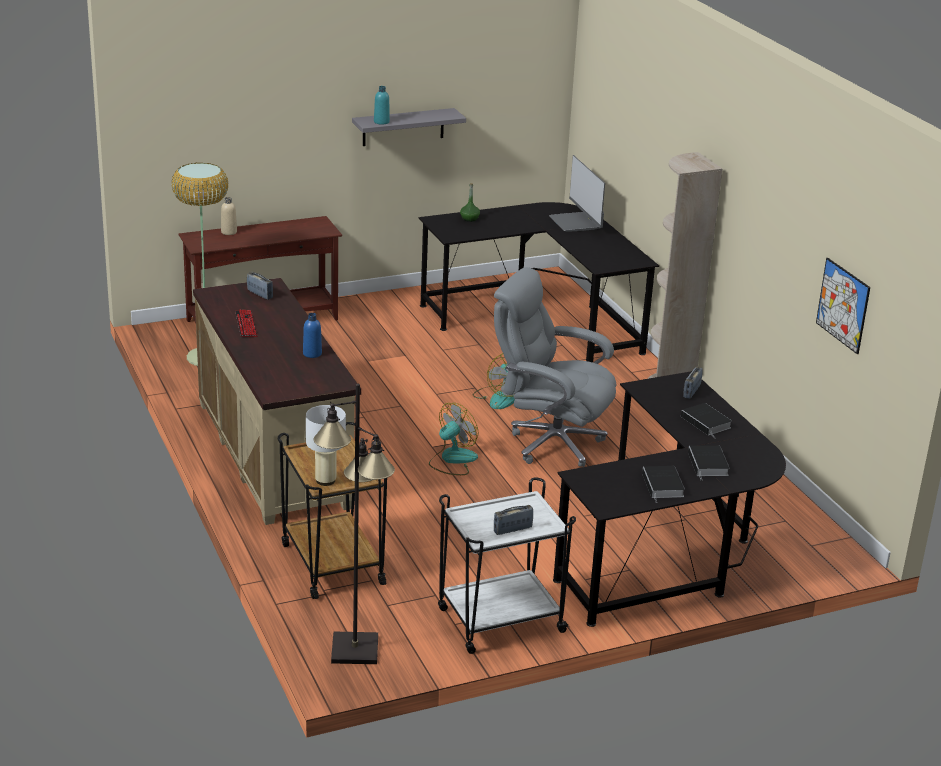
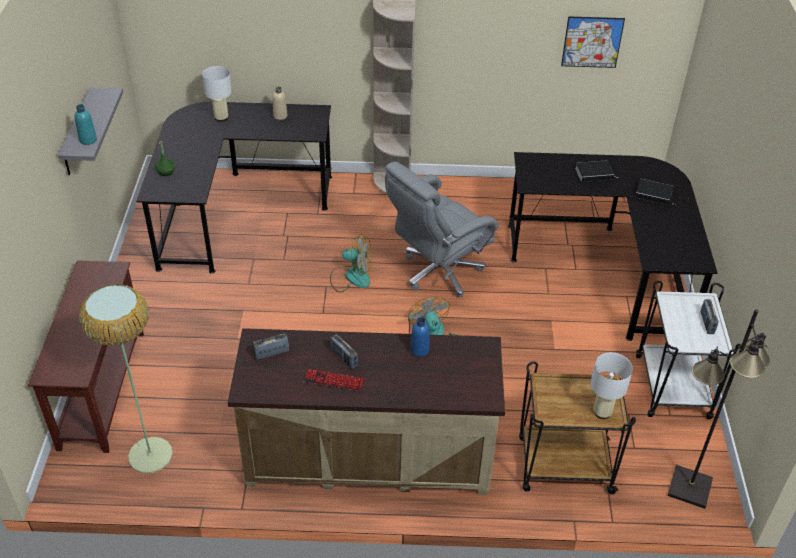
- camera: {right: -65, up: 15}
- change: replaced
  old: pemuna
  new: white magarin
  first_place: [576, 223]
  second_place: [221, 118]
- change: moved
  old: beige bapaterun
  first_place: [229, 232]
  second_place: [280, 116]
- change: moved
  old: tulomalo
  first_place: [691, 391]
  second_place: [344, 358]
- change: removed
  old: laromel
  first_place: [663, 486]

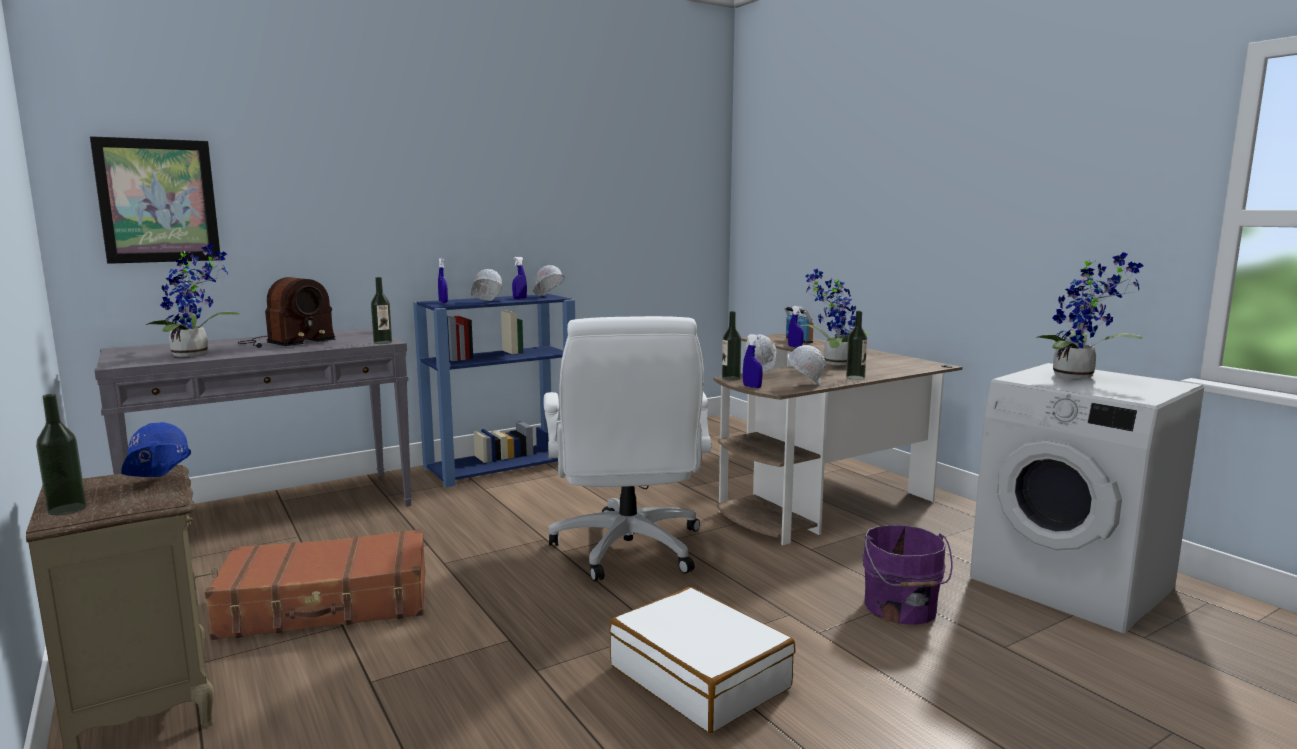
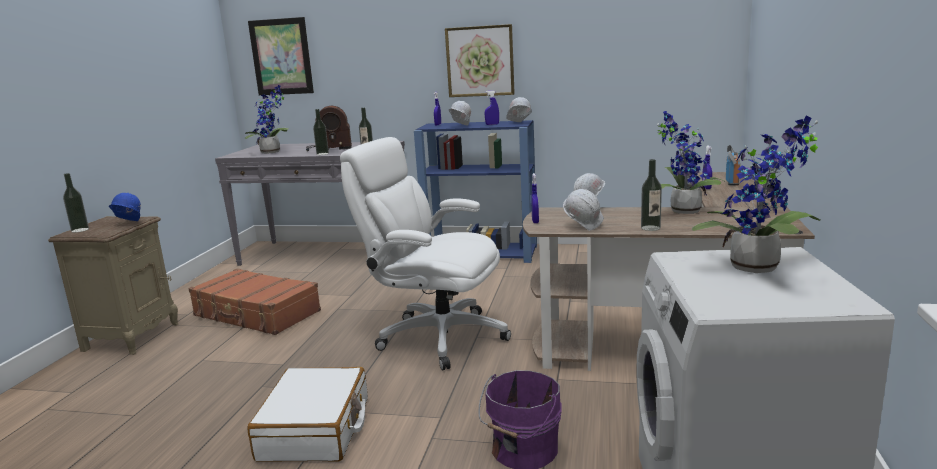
- camera: {right: 45, up: 5}
- change: moved
  old: bapaterun
  first_place: [731, 378]
  second_place: [322, 154]
- change: turned
  old: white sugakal
  first_place: [628, 552]
  second_place: [435, 336]
  degrees: 75
- change: added
  new: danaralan
  second_place: [480, 61]

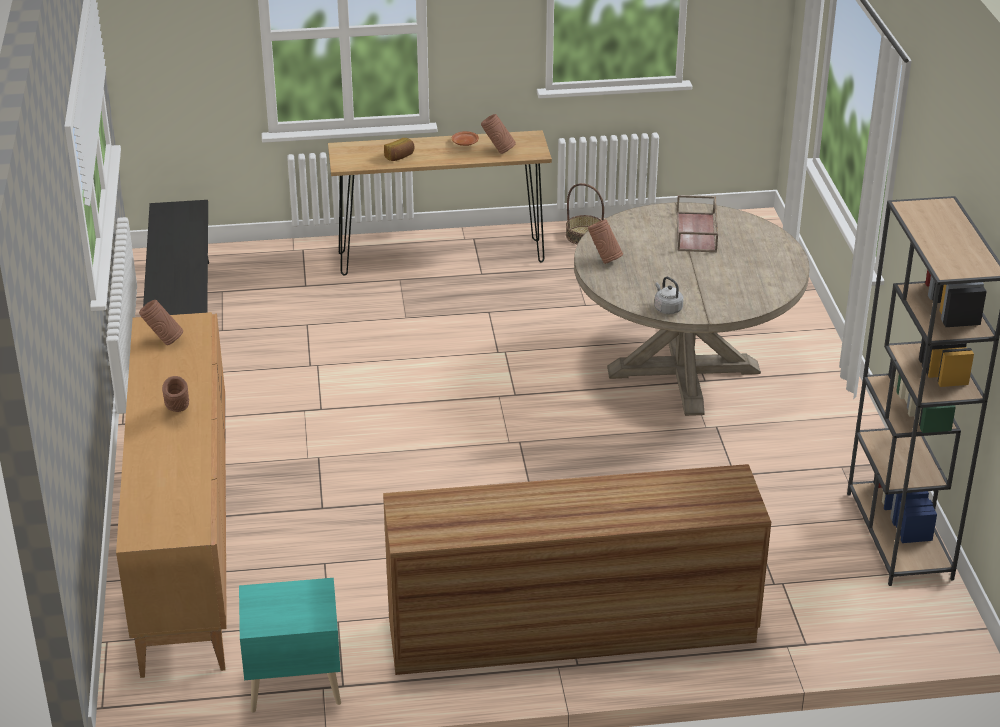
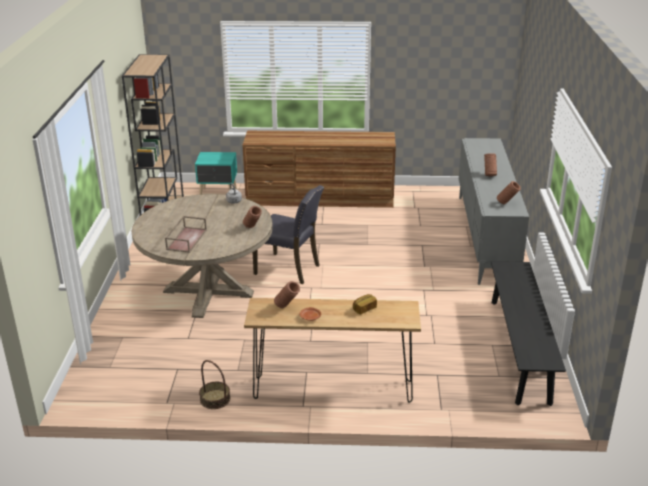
- camera: {right: -170, up: -5}
- change: recoloured
  old: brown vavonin
  new: grey vavonin
  first_place: [184, 541]
  second_place: [486, 238]
- change: moved
  old: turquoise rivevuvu
  first_place: [293, 684]
  second_place: [218, 194]
- change: added
  new: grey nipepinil
  second_place: [289, 269]

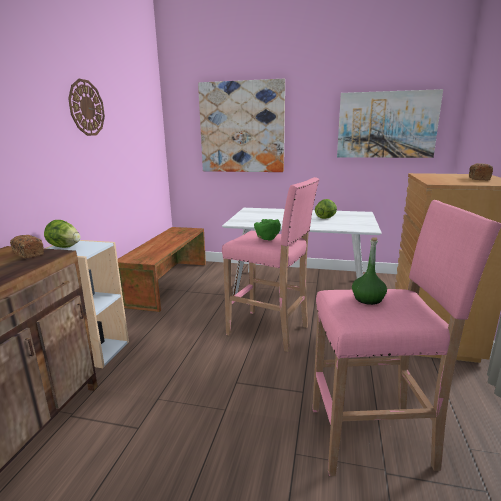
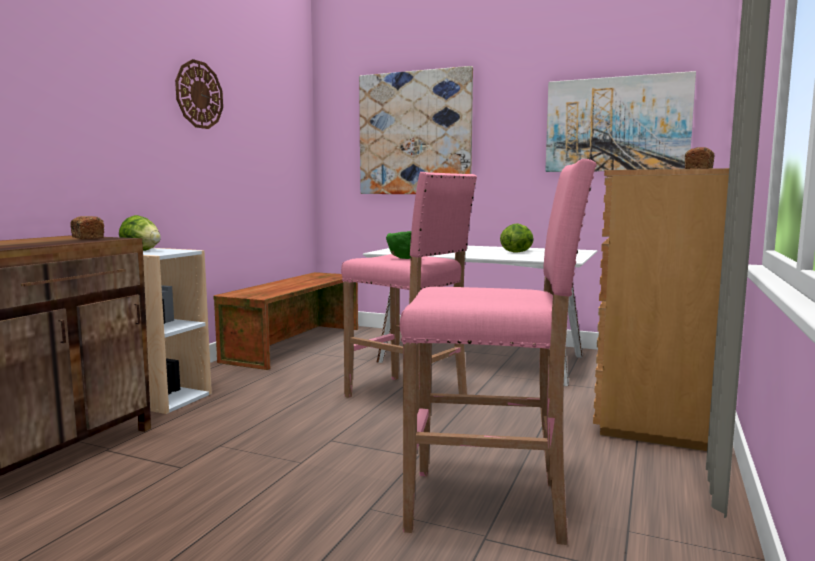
- camera: {right: 10, up: -10}
- change: removed
  old: green bapaterun
  first_place: [368, 299]

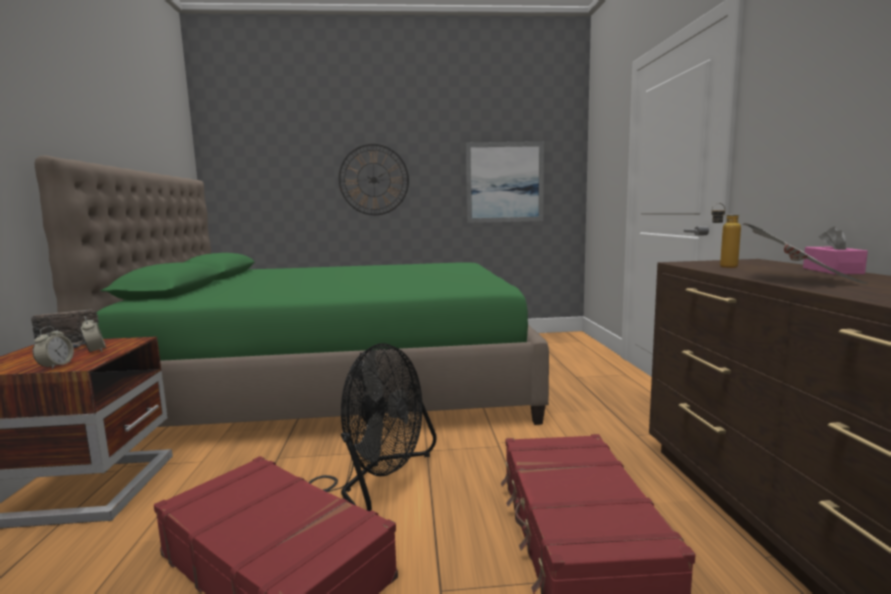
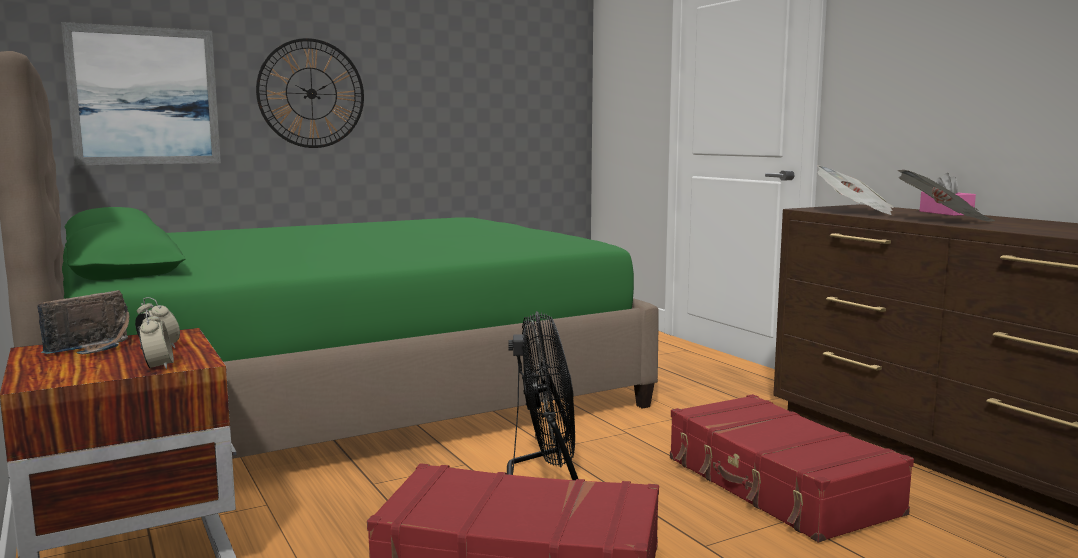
- camera: {right: -25, up: 0}
- change: moved
  old: danaralan
  first_place: [504, 182]
  second_place: [144, 96]
- change: replaced
  old: bapaterun
  new: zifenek
  first_place: [722, 267]
  second_place: [855, 212]

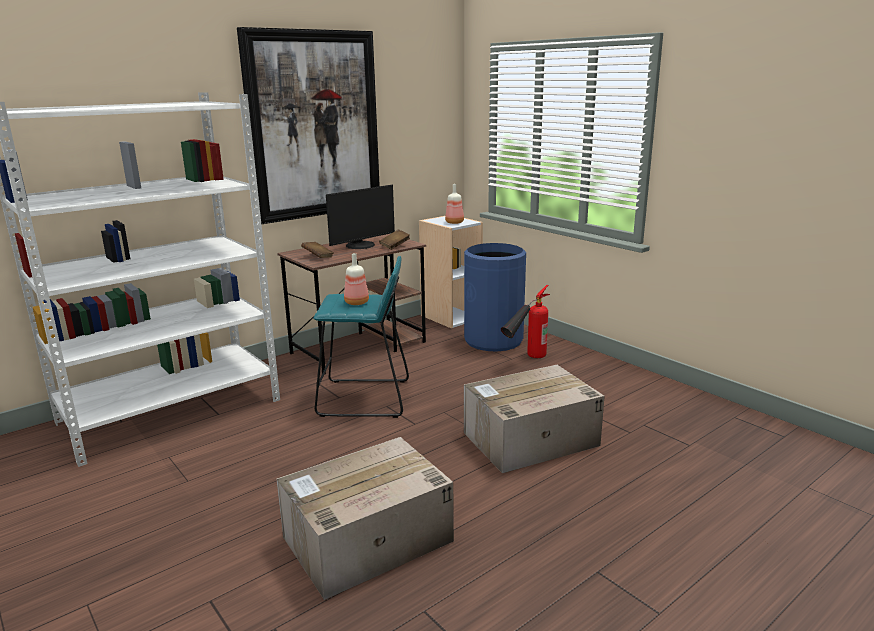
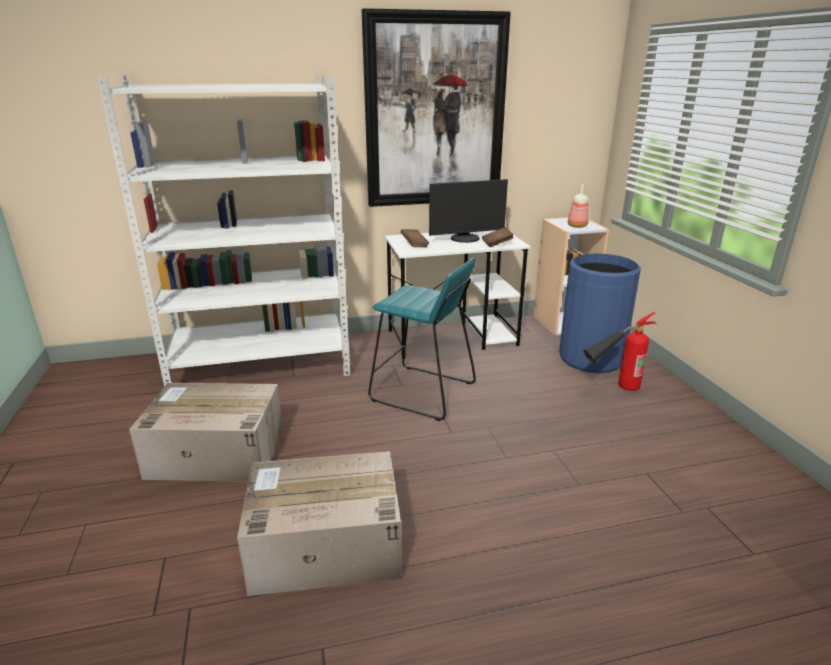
- camera: {right: 25, up: 5}
- change: recoloured
  old: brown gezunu
  new: white gezunu
  first_place: [359, 347]
  second_place: [453, 338]
- change: removed
  old: bapaterun
  first_place: [357, 303]
- change: moved
  old: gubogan
  first_place: [529, 439]
  second_place: [215, 453]

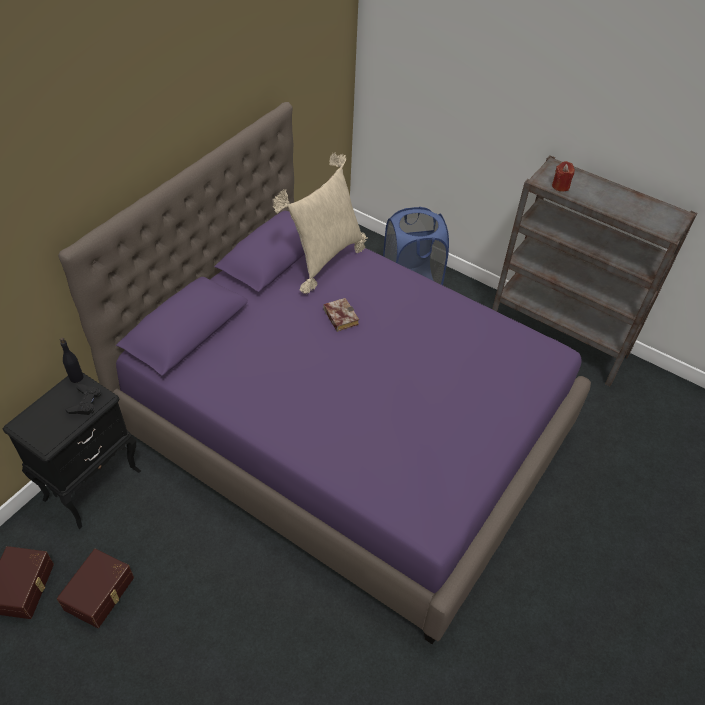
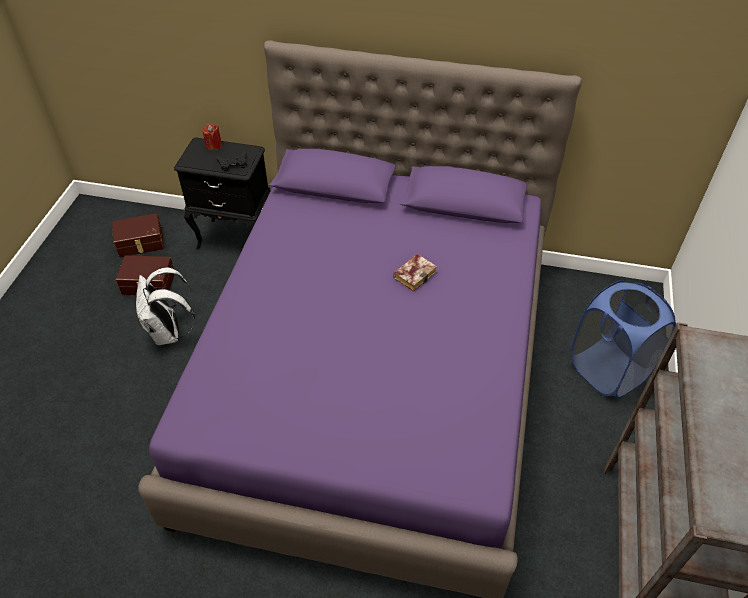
- camera: {right: 70, up: 0}
- change: removed
  old: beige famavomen
  first_place: [322, 263]
- change: moved
  old: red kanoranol
  first_place: [560, 186]
  second_place: [213, 145]
- change: removed
  old: black bapaterun
  first_place: [76, 377]
- change: added
  new: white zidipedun
  second_place: [169, 333]

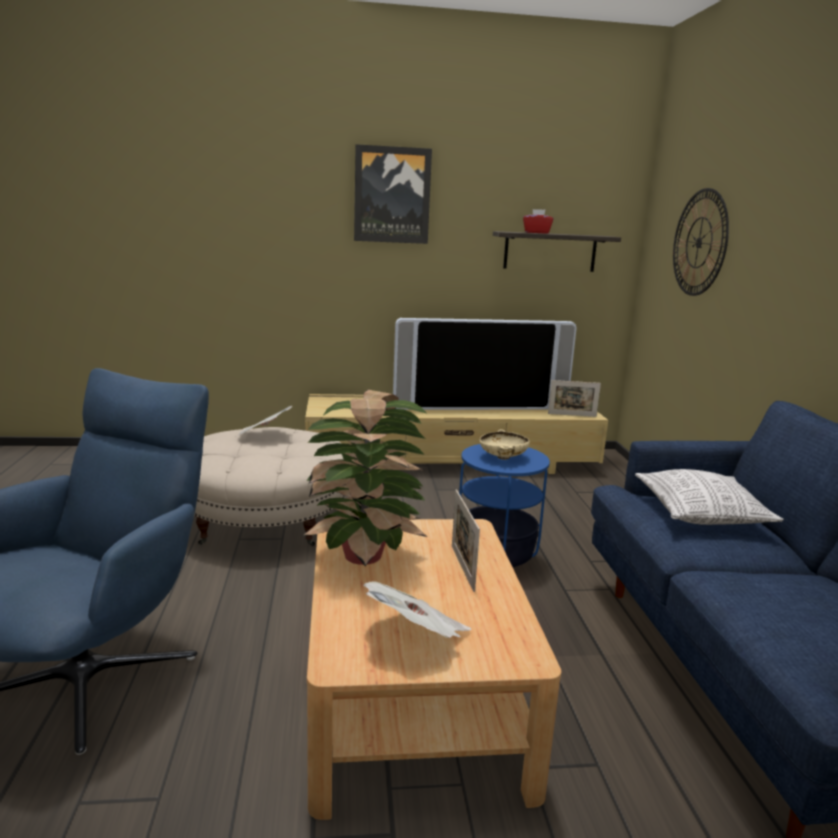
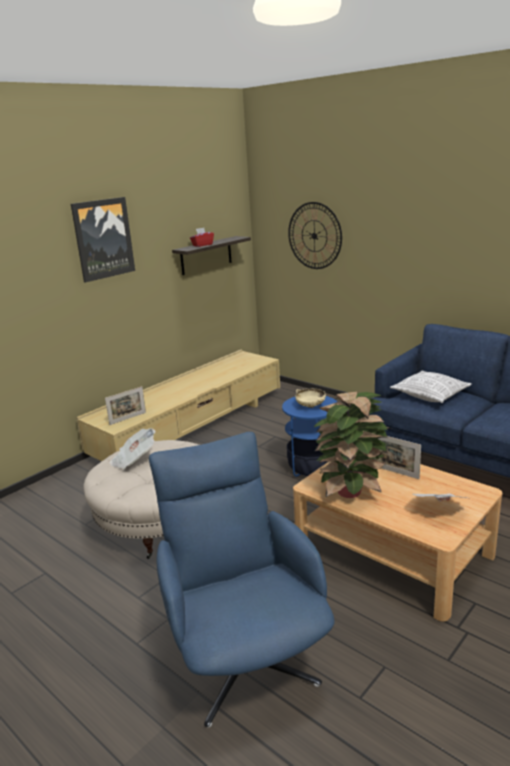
- camera: {right: -40, up: 5}
- change: removed
  old: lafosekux
  first_place: [480, 407]
- change: moved
  old: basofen
  first_place: [572, 415]
  second_place: [128, 418]

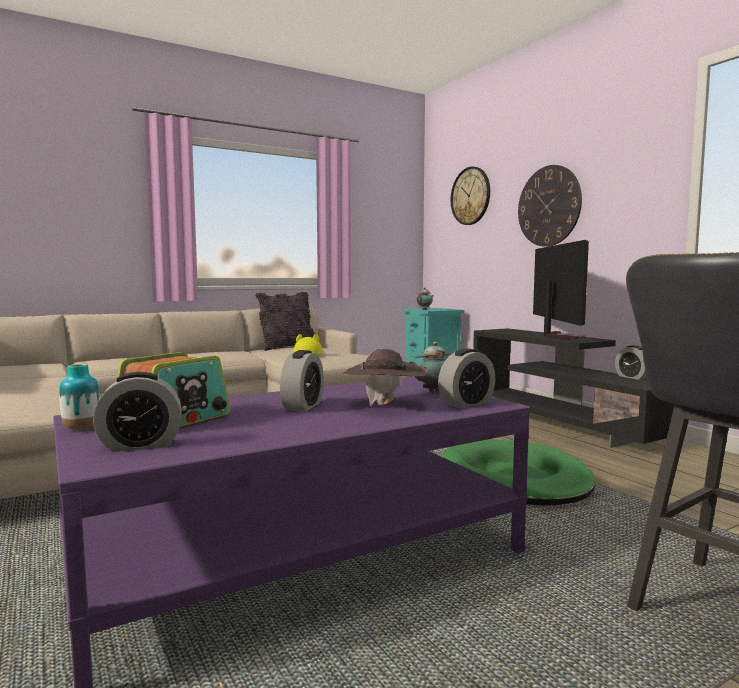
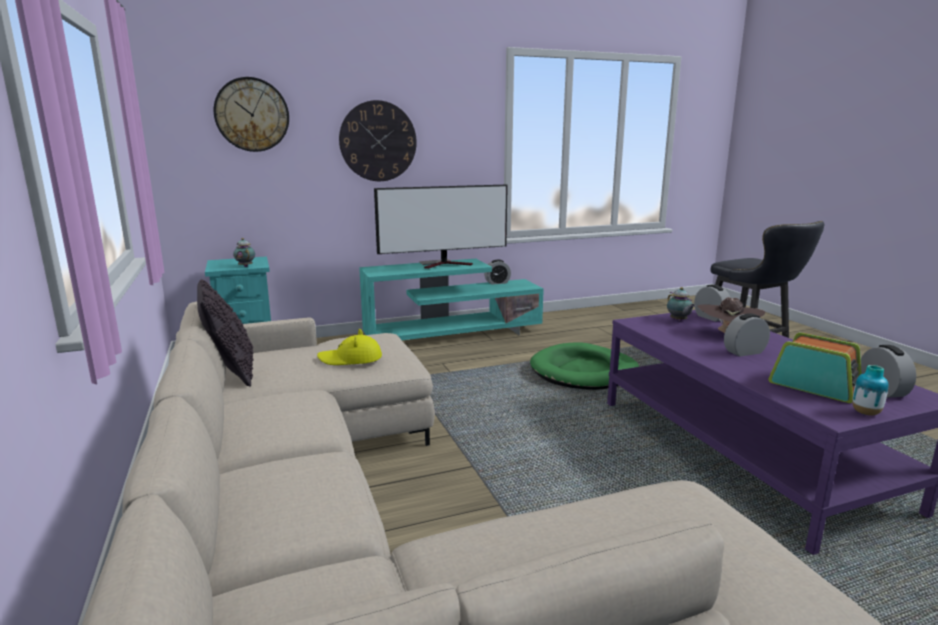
- camera: {right: -80, up: 10}
- change: turned
  old: lafosekux
  first_place: [554, 335]
  second_place: [447, 264]
  degrees: 150
- change: recoloured
  old: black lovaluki
  new: turquoise lovaluki
  first_place: [562, 424]
  second_place: [455, 335]
- change: turned
  old: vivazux
  first_place: [303, 406]
  second_place: [744, 352]
  degrees: -45

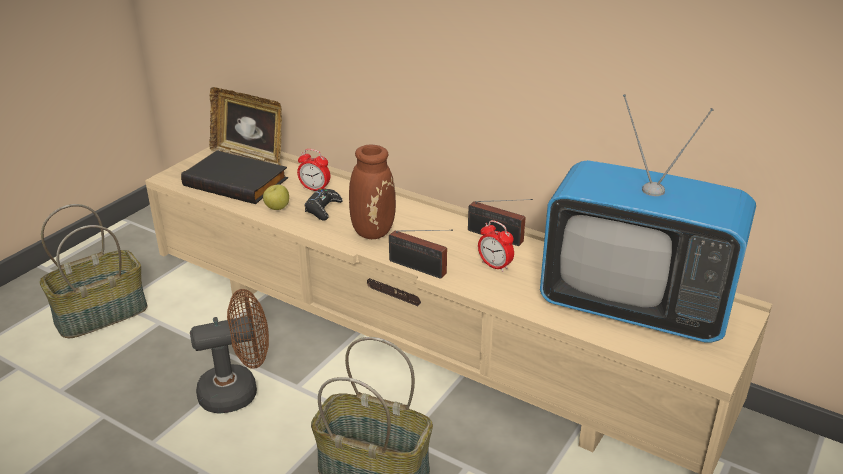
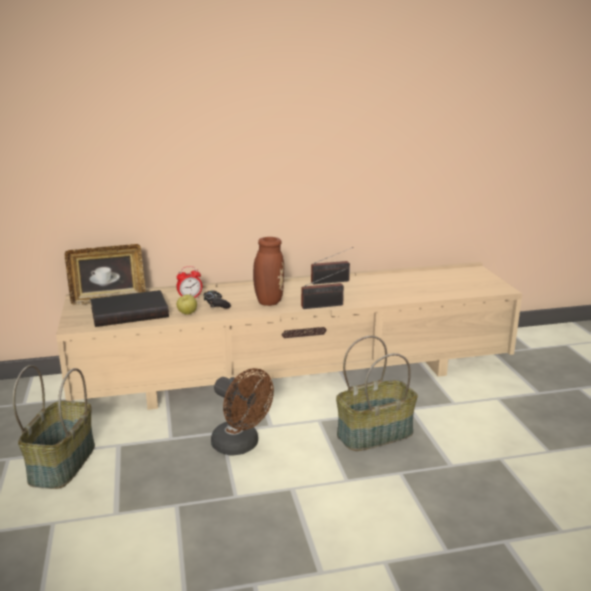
- camera: {right: -45, up: -10}
- change: removed
  old: lafosekux
  first_place: [635, 306]
- change: removed
  old: vivazux
  first_place: [495, 266]
- change: turned
  old: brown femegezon
  first_place: [238, 391]
  second_place: [241, 446]
  degrees: 105

